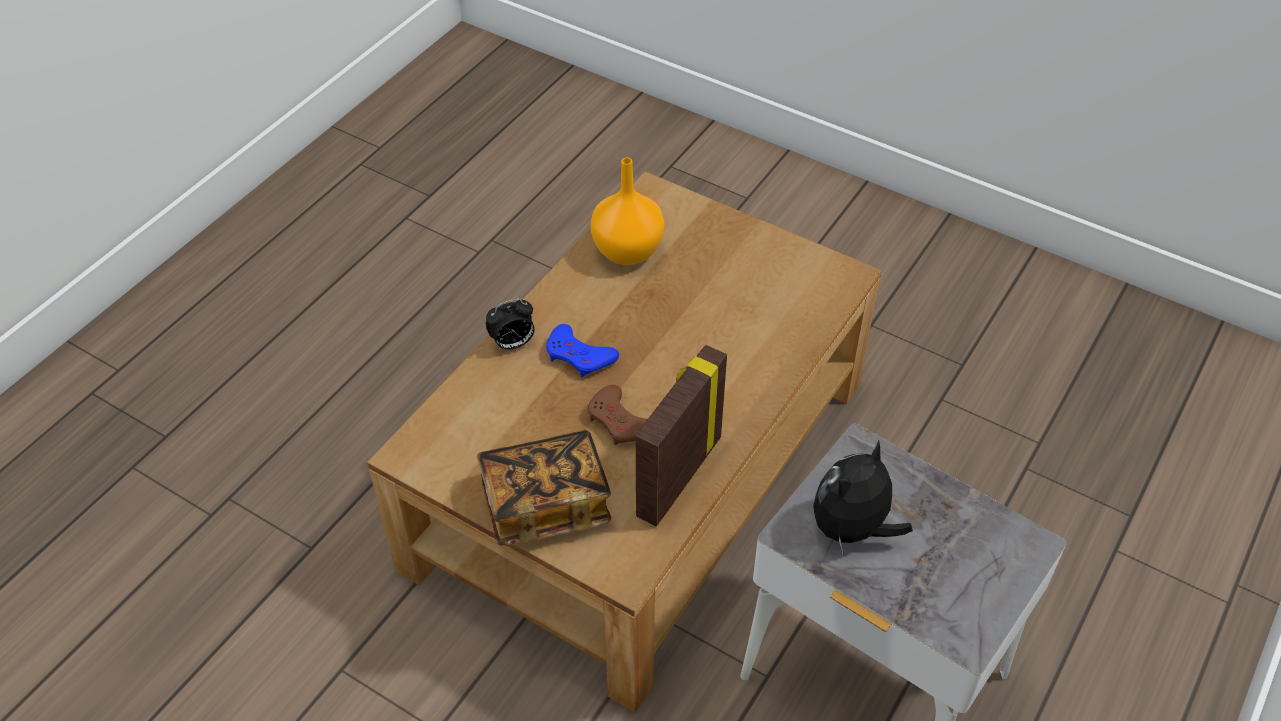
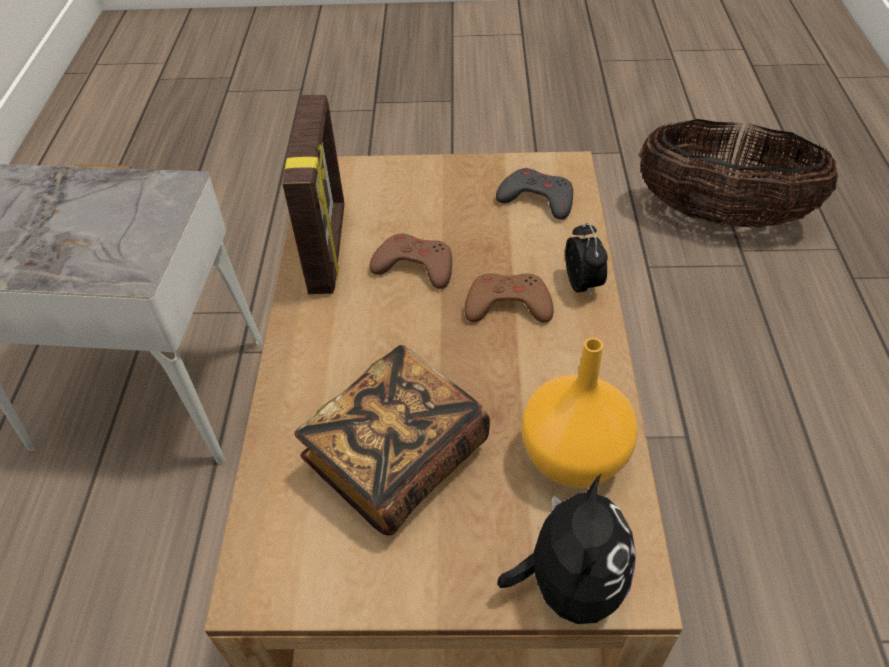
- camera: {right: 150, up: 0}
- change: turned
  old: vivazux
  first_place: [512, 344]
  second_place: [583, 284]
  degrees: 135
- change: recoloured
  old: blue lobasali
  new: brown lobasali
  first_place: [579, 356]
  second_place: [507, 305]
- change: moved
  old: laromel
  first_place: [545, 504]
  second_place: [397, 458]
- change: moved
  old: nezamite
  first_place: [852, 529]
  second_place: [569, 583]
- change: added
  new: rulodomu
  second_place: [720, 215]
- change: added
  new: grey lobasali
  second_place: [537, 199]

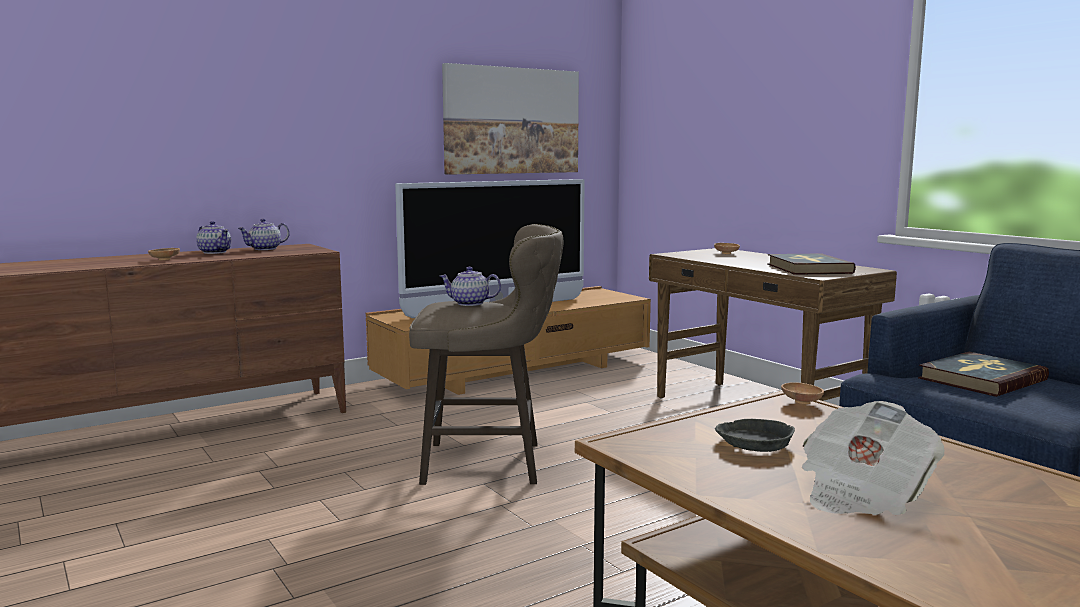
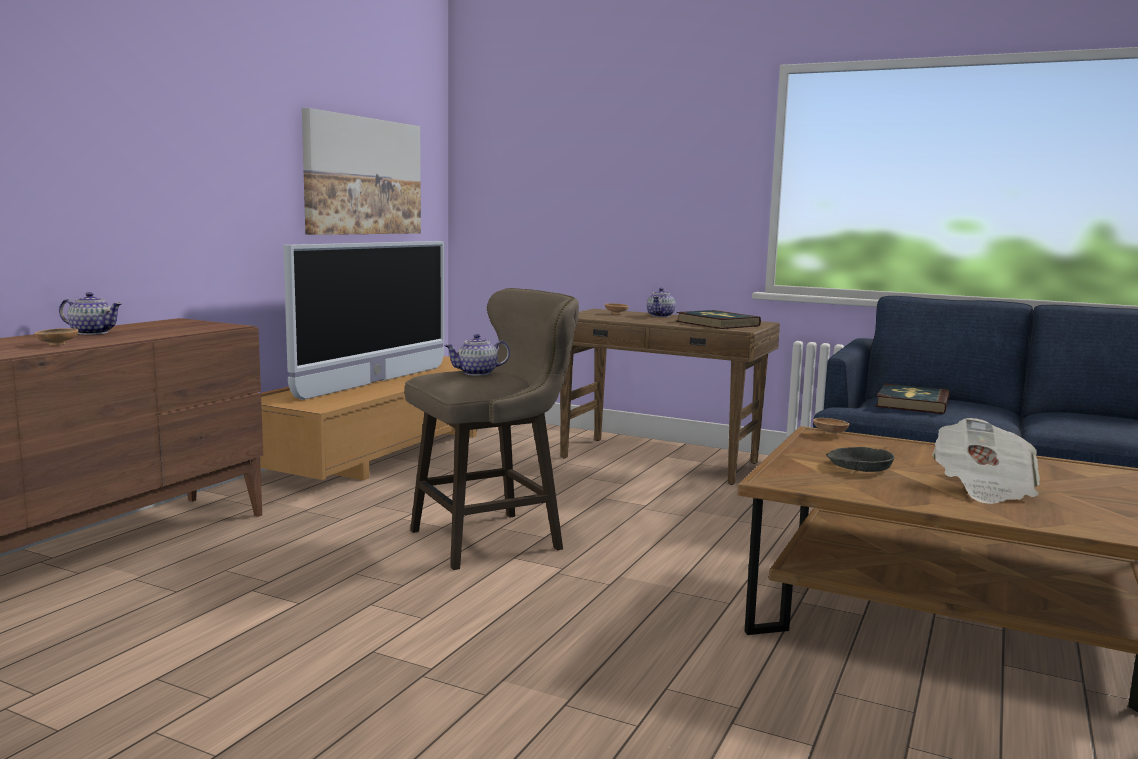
- camera: {right: -30, up: 0}
- change: moved
  old: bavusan
  first_place: [265, 249]
  second_place: [661, 316]

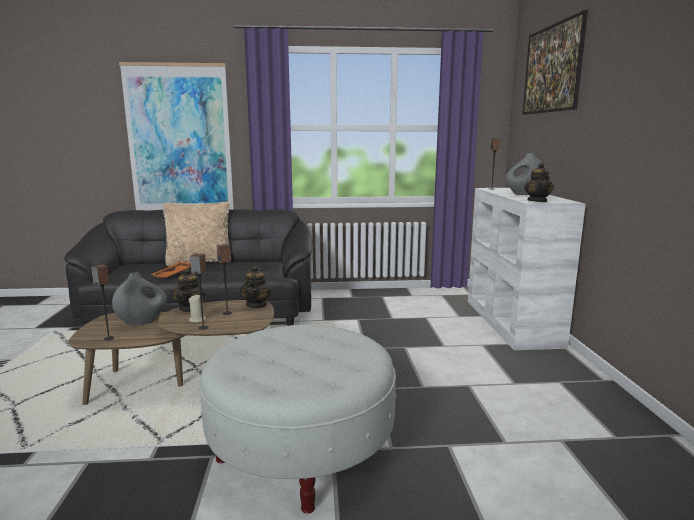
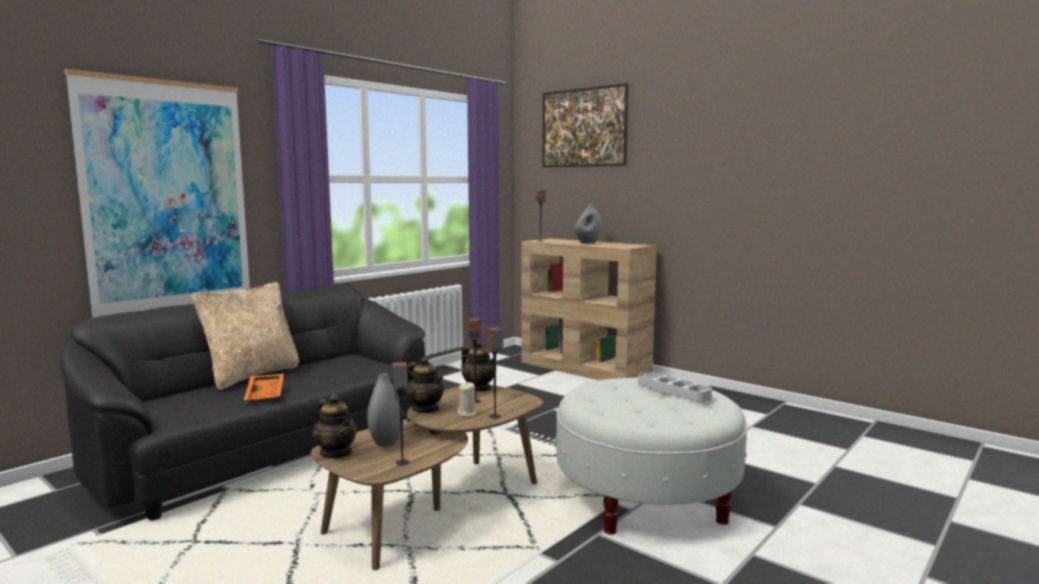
- camera: {right: -45, up: -5}
- change: moved
  old: bavusan
  first_place: [537, 201]
  second_place: [336, 453]
- change: recoloured
  old: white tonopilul
  new: brown tonopilul
  first_place: [512, 322]
  second_place: [585, 368]
- change: added
  new: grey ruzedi
  second_place: [673, 391]

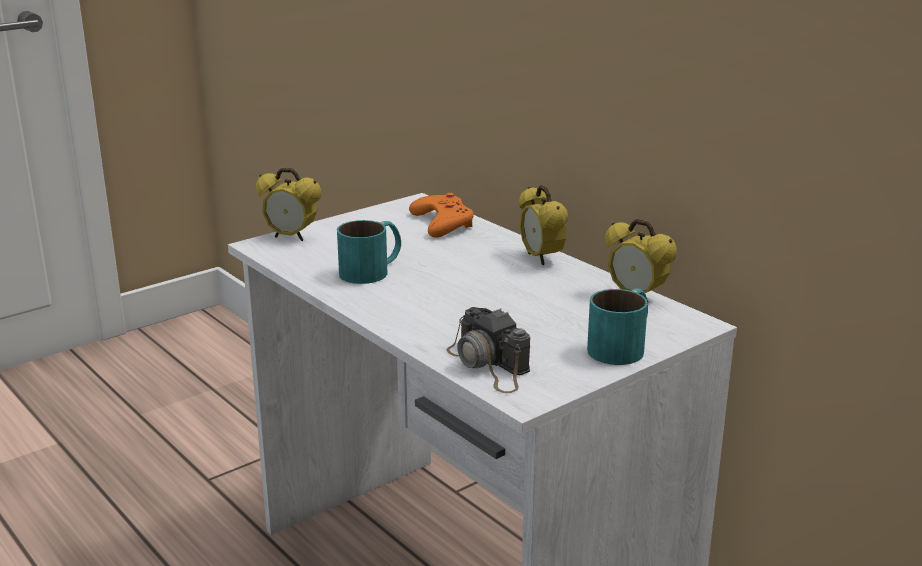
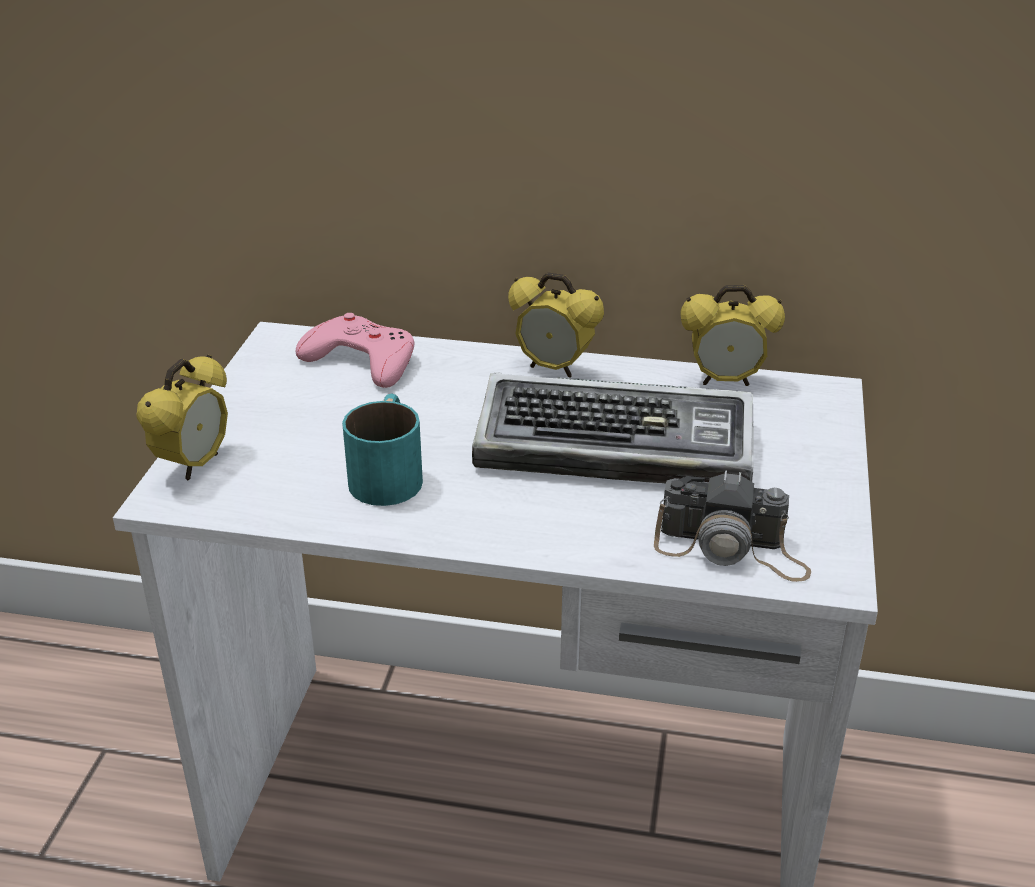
- camera: {right: -40, up: 10}
- change: turned
  old: vivazux
  first_place: [291, 237]
  second_place: [194, 465]
  degrees: -45
- change: recoloured
  old: orange lobasali
  new: pink lobasali
  first_place: [442, 223]
  second_place: [361, 360]
- change: removed
  old: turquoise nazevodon
  first_place: [622, 346]
- change: added
  new: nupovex
  second_place: [618, 447]

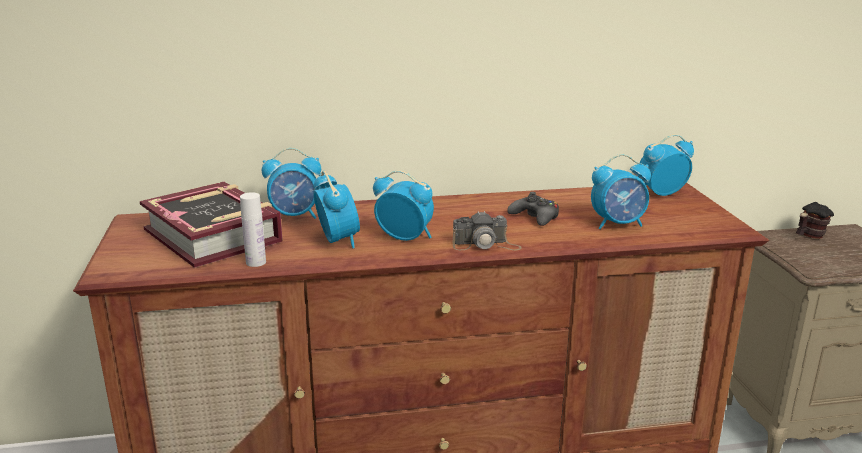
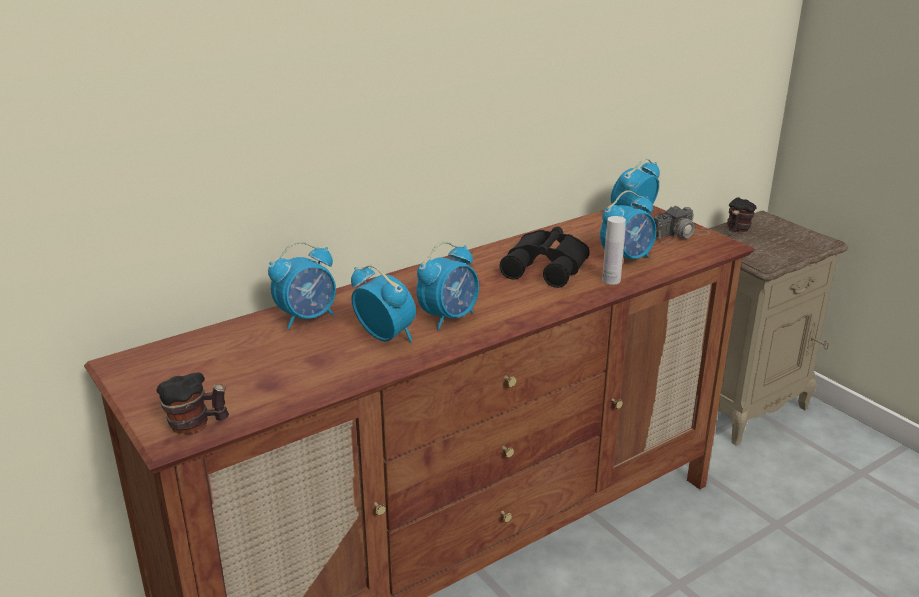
- camera: {right: -25, up: 5}
- change: turned
  old: vivazux
  first_place: [405, 237]
  second_place: [449, 317]
  degrees: 135
- change: removed
  old: laromel
  first_place: [213, 235]
- change: moved
  old: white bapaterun
  first_place: [256, 262]
  second_place: [611, 280]
- change: replaced
  old: black lobasali
  new: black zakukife
  first_place: [535, 217]
  second_place: [548, 267]
- change: moved
  old: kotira
  first_place: [486, 245]
  second_place: [680, 234]
- change: added
  new: nazevodon
  second_place: [196, 425]

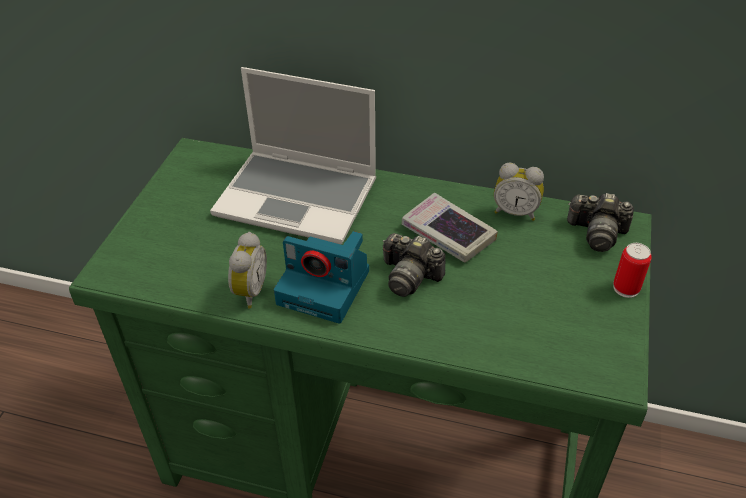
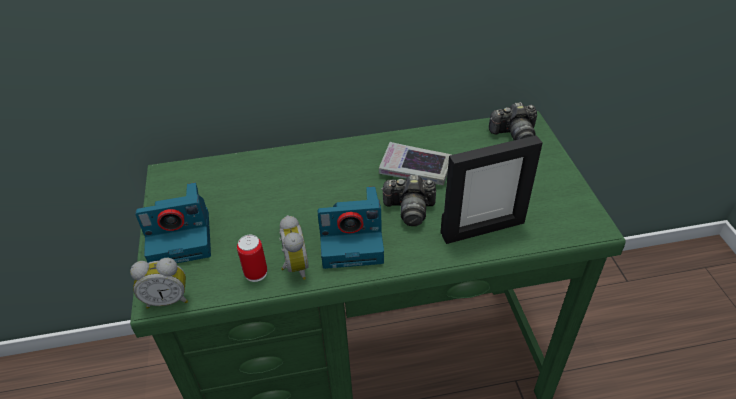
- camera: {right: -25, up: 0}
- change: removed
  old: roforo
  first_place: [299, 198]
- change: moved
  old: vivazux
  first_place: [515, 212]
  second_place: [168, 299]
- change: moved
  old: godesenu
  first_place: [626, 288]
  second_place: [256, 273]
- change: added
  new: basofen
  second_place: [482, 228]
- change: added
  new: kotira
  second_place: [182, 237]

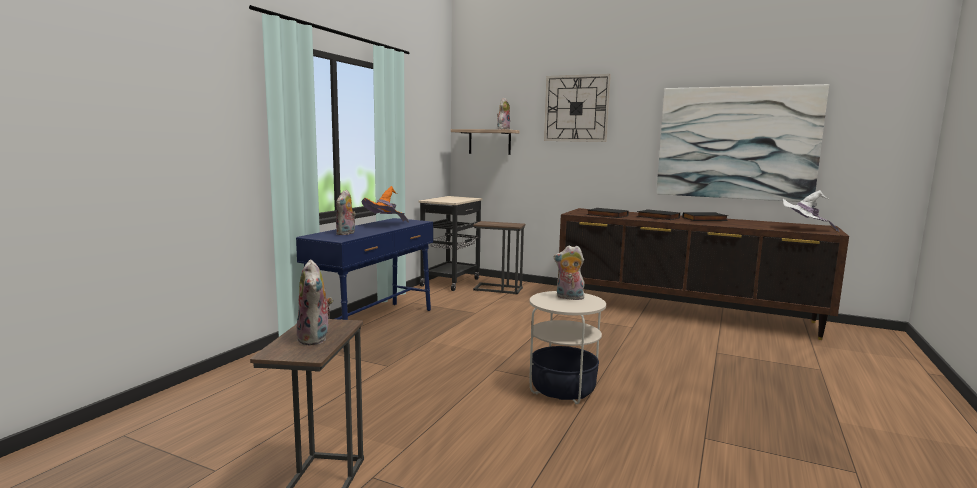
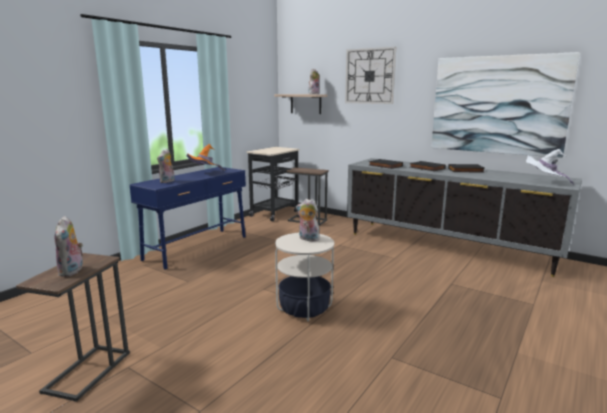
- camera: {right: 10, up: 5}
- change: recoloured
  old: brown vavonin
  new: grey vavonin
  first_place: [684, 312]
  second_place: [447, 246]

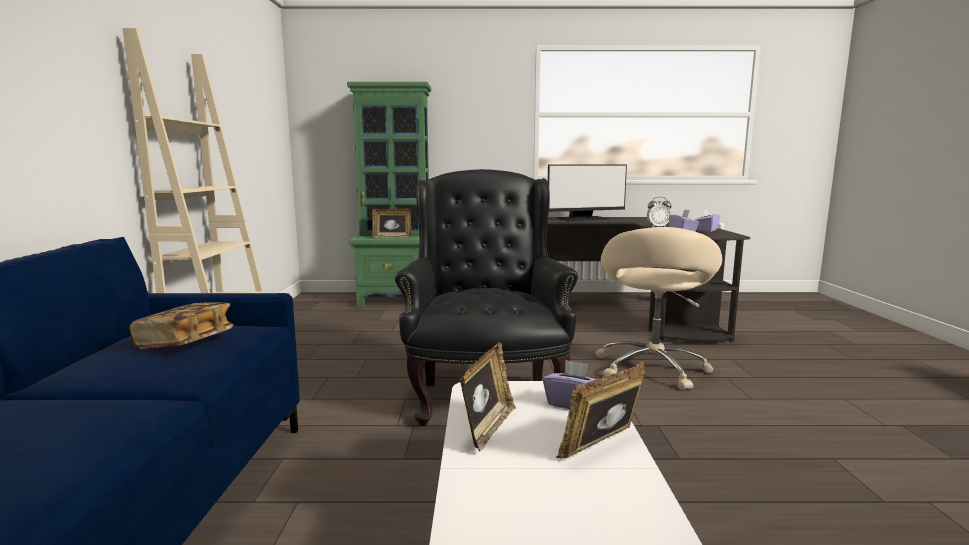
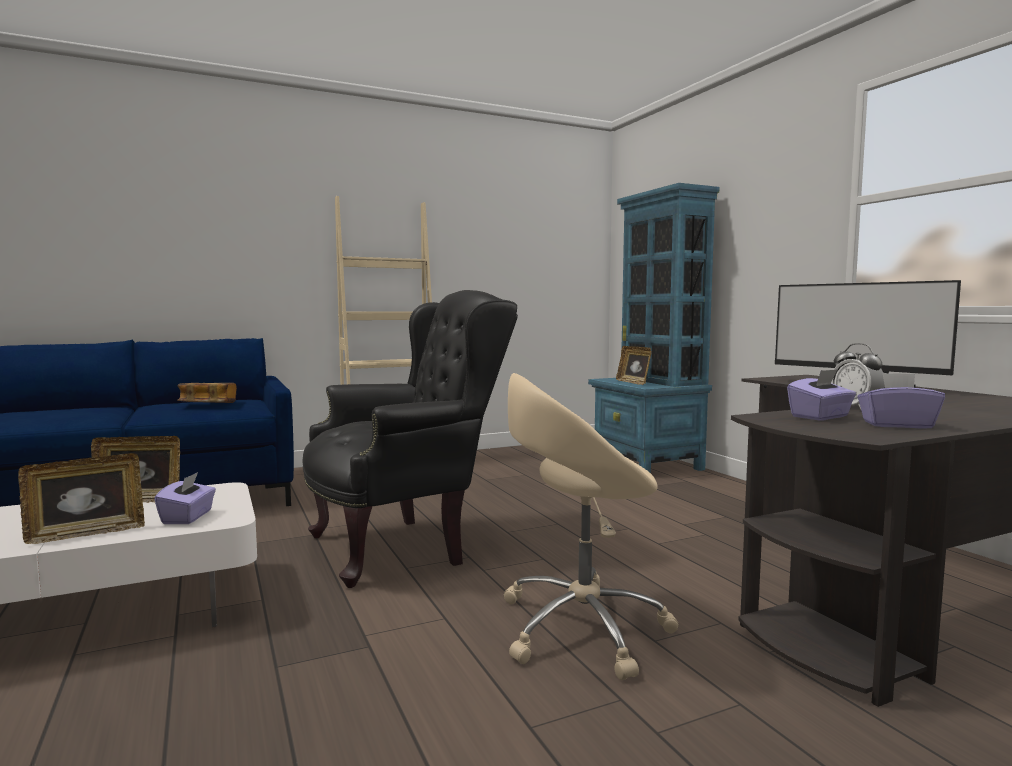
- camera: {right: 65, up: -5}
- change: recoloured
  old: green vavonin
  new: blue vavonin
  first_place: [396, 300]
  second_place: [646, 464]
- change: turned
  old: basofen
  first_place: [603, 447]
  second_place: [86, 533]
  degrees: 120

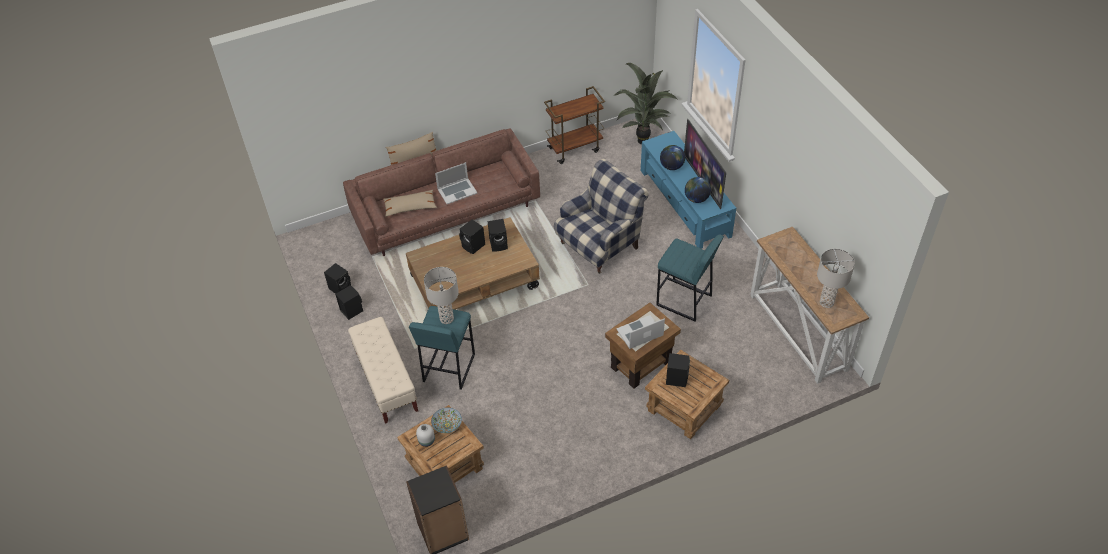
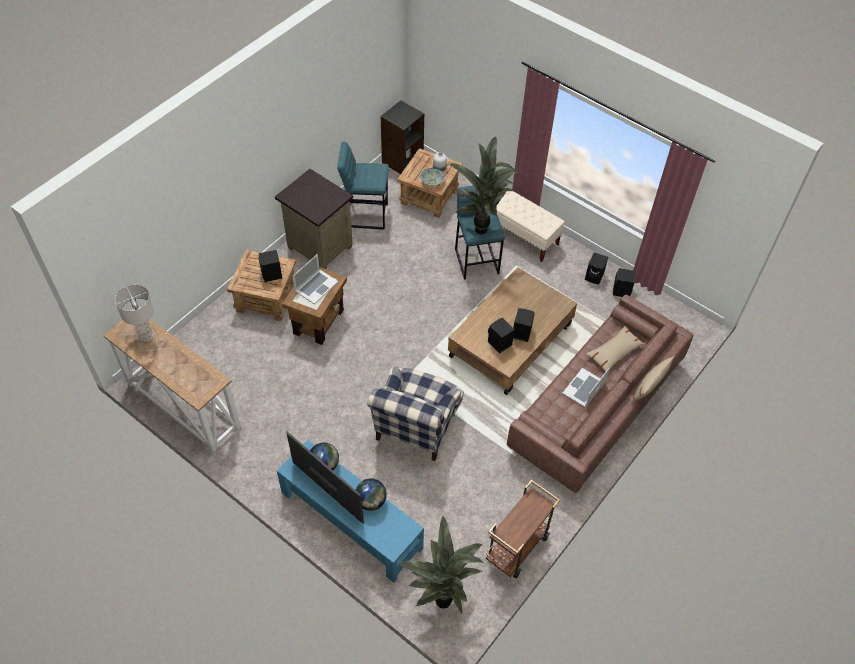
- camera: {right: 150, up: 5}
- change: moved
  old: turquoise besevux
  first_place: [685, 301]
  second_place: [365, 215]
- change: replaced
  old: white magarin
  new: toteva
  first_place: [446, 318]
  second_place: [481, 227]
- change: added
  new: beige vavonin
  second_place: [319, 246]

